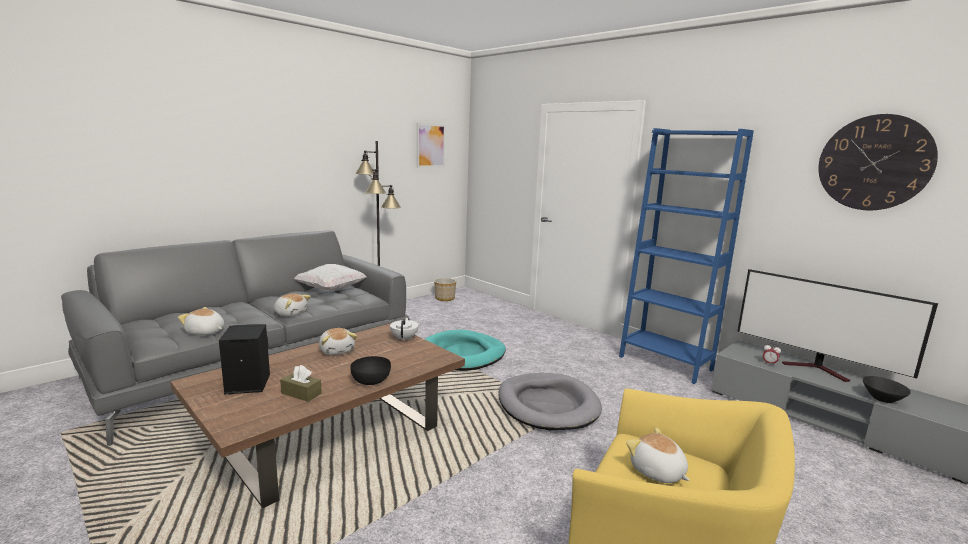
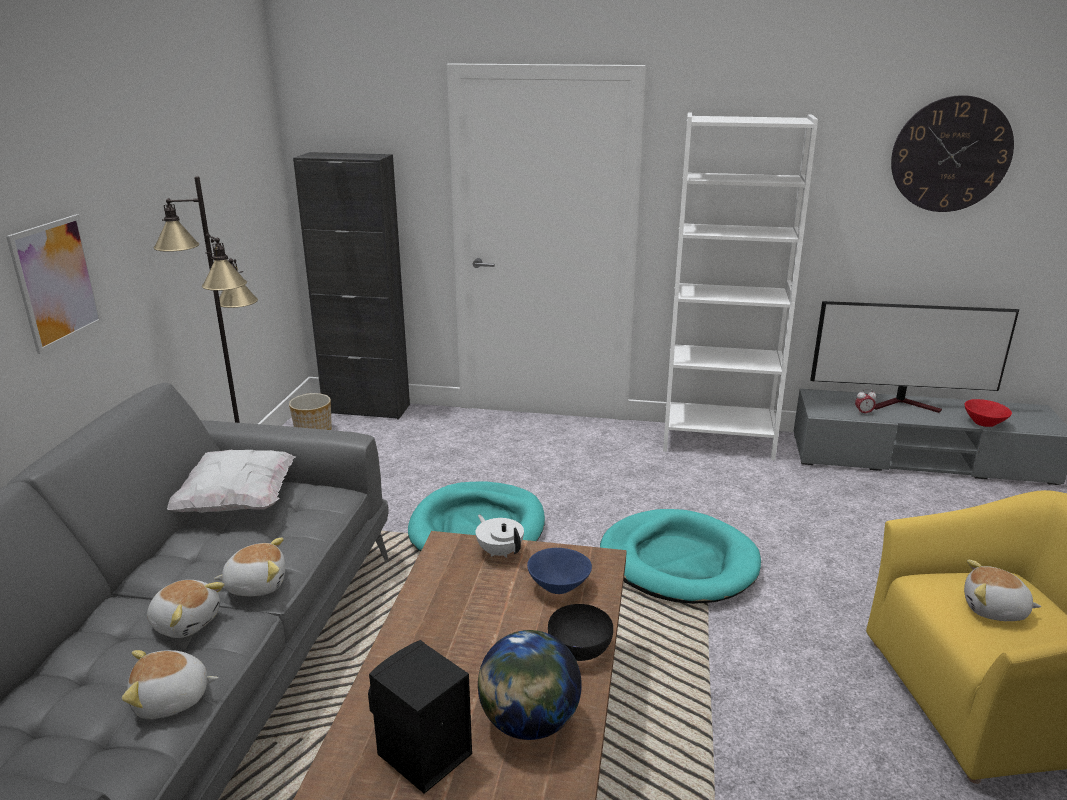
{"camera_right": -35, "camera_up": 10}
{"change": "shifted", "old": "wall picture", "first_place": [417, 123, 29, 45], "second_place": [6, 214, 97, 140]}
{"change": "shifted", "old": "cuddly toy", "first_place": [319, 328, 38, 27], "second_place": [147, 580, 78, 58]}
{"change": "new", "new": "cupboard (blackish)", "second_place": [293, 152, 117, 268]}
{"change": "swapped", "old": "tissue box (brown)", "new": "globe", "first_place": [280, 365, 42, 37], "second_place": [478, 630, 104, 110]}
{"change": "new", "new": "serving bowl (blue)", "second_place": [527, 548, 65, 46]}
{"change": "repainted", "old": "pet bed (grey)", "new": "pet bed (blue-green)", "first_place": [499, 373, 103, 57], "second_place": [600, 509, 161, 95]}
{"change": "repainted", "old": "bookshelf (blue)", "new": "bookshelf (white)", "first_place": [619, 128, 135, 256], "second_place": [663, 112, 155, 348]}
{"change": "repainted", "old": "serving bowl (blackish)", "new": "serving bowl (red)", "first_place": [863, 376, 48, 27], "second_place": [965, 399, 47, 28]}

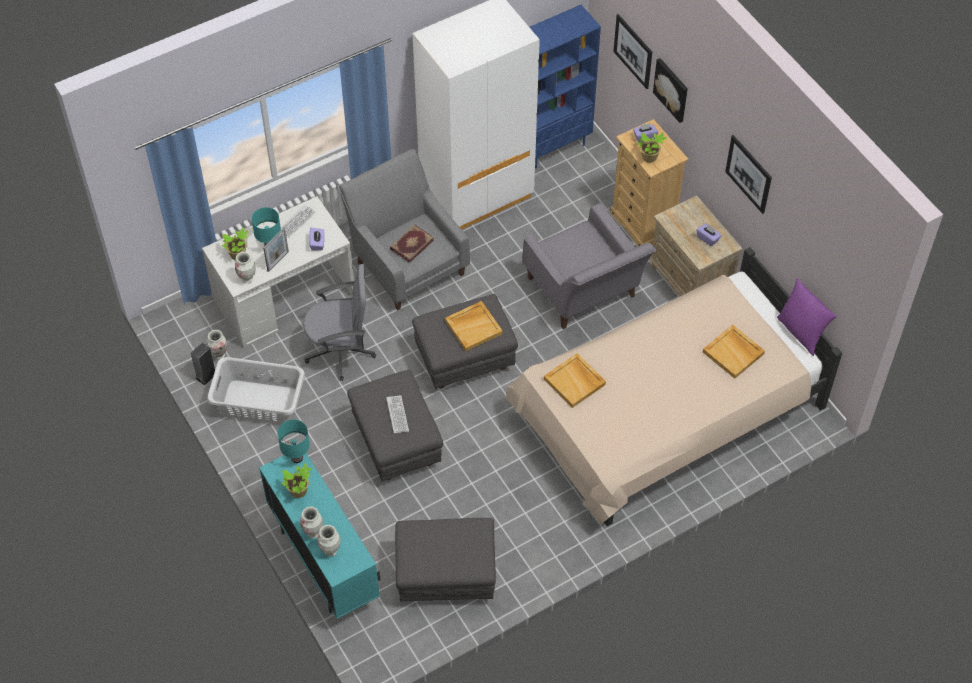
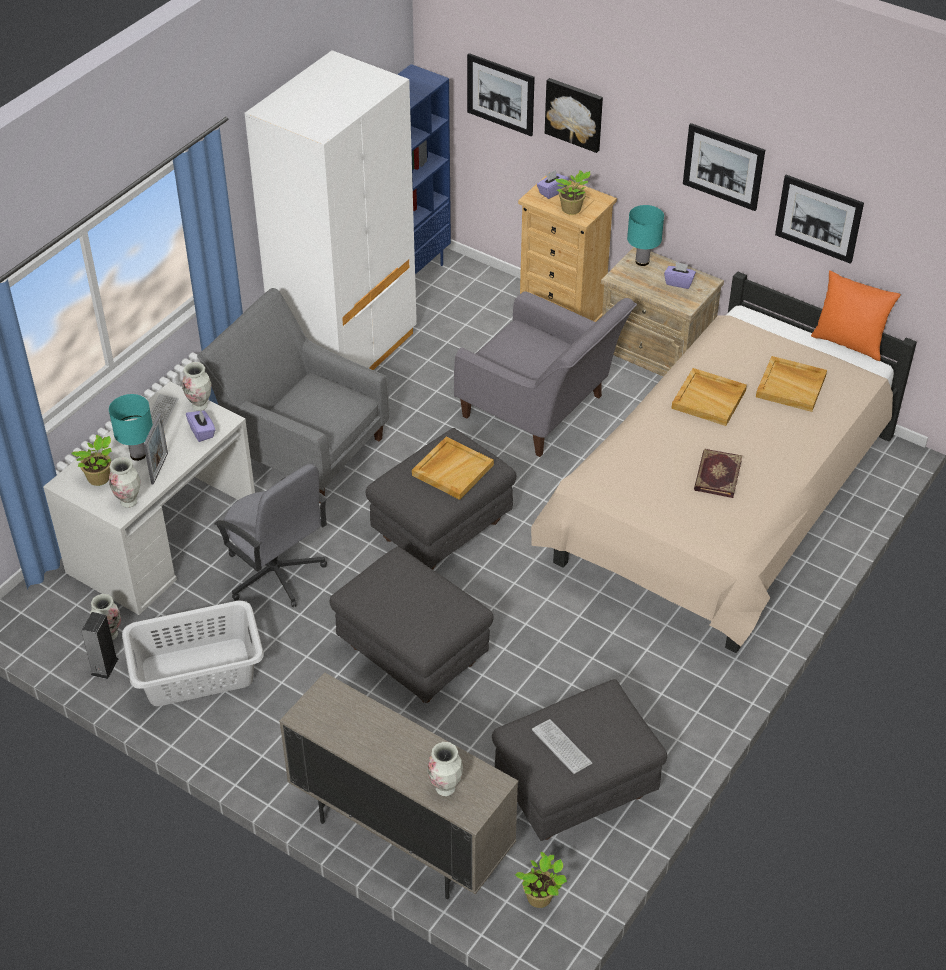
{"camera_right": -25, "camera_up": -10}
{"change": "shifted", "old": "flower vase", "first_place": [300, 507, 23, 31], "second_place": [182, 362, 29, 49]}
{"change": "rotated", "old": "desk chair (grey)", "first_place": [303, 264, 73, 117], "second_place": [214, 464, 113, 143], "degrees": 75}
{"change": "repainted", "old": "cupboard (blue-green)", "new": "cupboard (beige-coloured)", "first_place": [259, 453, 121, 166], "second_place": [279, 672, 239, 227]}
{"change": "shifted", "old": "houseplant", "first_place": [282, 463, 30, 35], "second_place": [515, 852, 52, 56]}
{"change": "shifted", "old": "keyboard", "first_place": [386, 395, 23, 39], "second_place": [532, 719, 61, 55]}
{"change": "shifted", "old": "lamp for a table (blue-green)", "first_place": [277, 420, 33, 43], "second_place": [627, 205, 37, 61]}
{"change": "shifted", "old": "carrying tray (beige-coloured)", "first_place": [544, 353, 62, 55], "second_place": [671, 368, 76, 58]}
{"change": "shifted", "old": "volume", "first_place": [390, 225, 44, 38], "second_place": [694, 449, 48, 49]}
{"change": "new", "new": "wall picture", "second_place": [775, 175, 89, 89]}
{"change": "repainted", "old": "cushion (purple)", "new": "cushion (orangey)", "first_place": [777, 278, 60, 78], "second_place": [811, 270, 90, 91]}

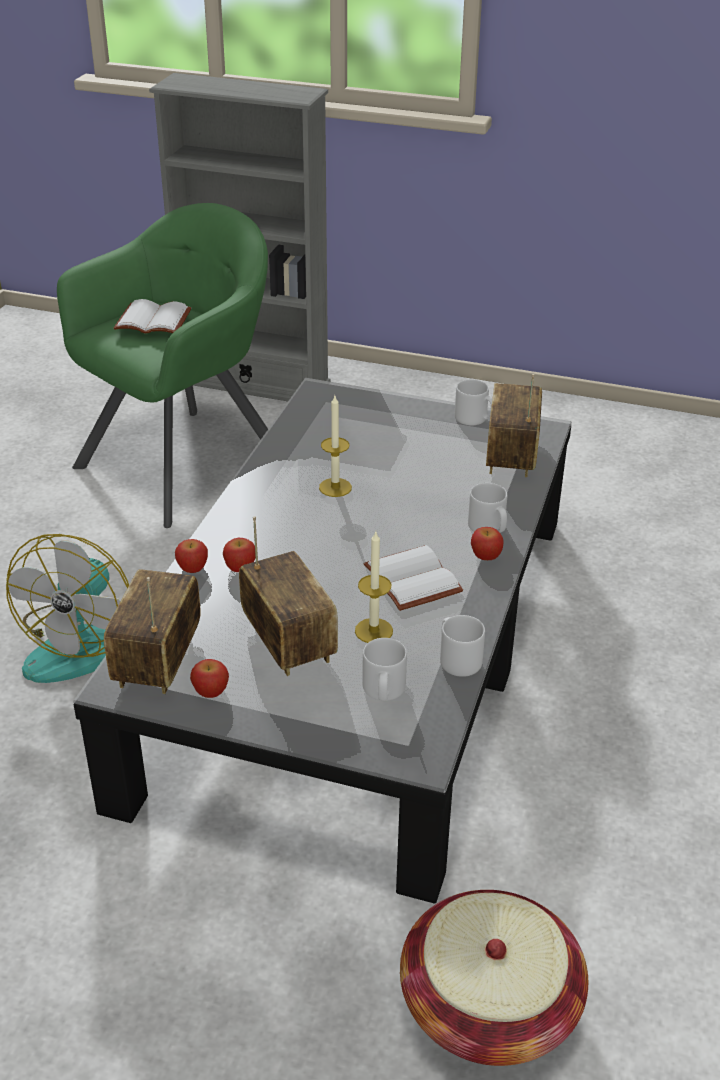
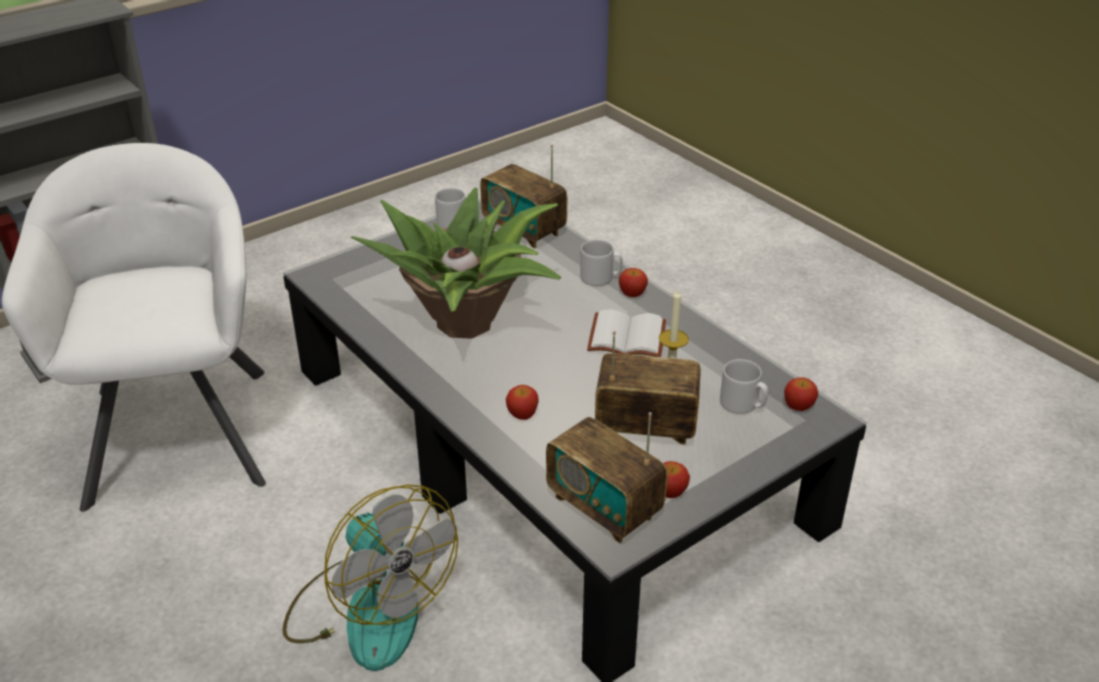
{"camera_right": -55, "camera_up": 0}
{"change": "repainted", "old": "armchair (green)", "new": "armchair (white)", "first_place": [57, 203, 211, 325], "second_place": [2, 143, 264, 369]}
{"change": "swapped", "old": "wax candle", "new": "houseplant", "first_place": [319, 396, 33, 101], "second_place": [351, 187, 210, 152]}
{"change": "shifted", "old": "whole apple", "first_place": [175, 539, 33, 34], "second_place": [784, 377, 34, 34]}
{"change": "gone", "old": "volume (white)", "first_place": [114, 299, 77, 35]}
{"change": "gone", "old": "household basket", "first_place": [400, 890, 188, 176]}
{"change": "gone", "old": "mug (grey)", "first_place": [440, 615, 45, 62]}

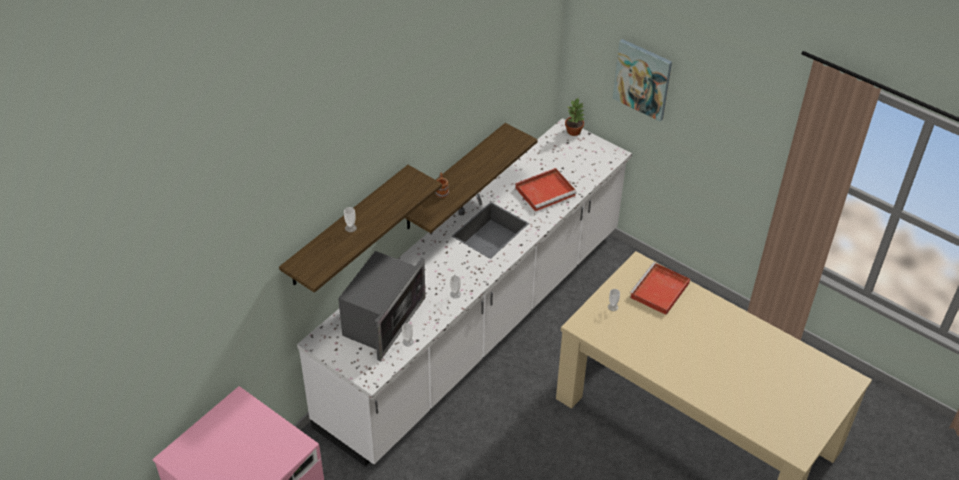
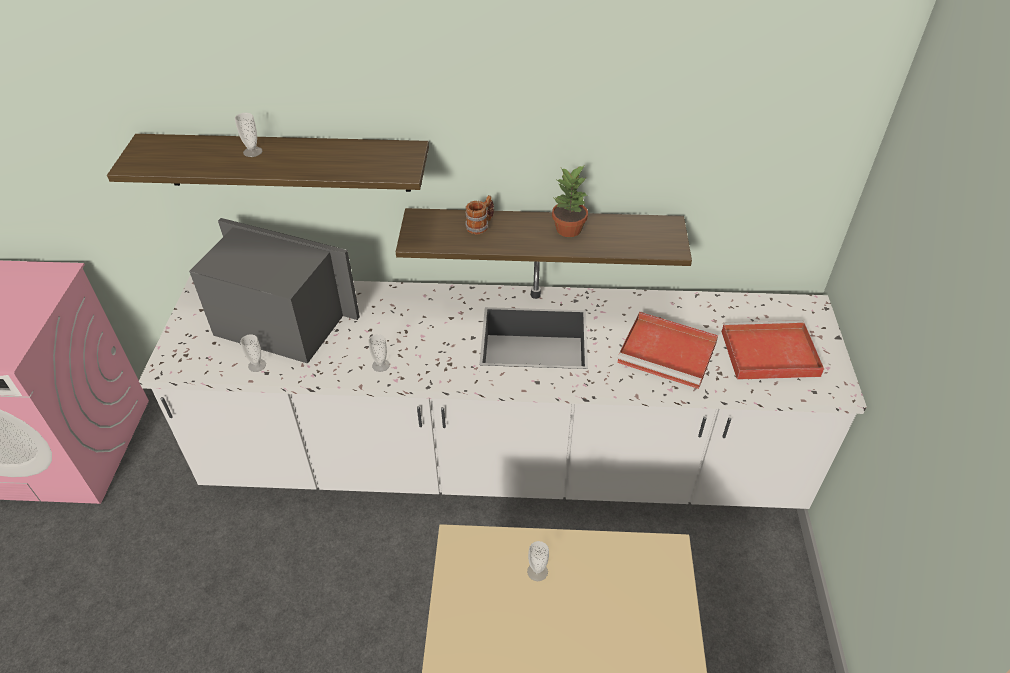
{"camera_right": 55, "camera_up": 0}
{"change": "rotated", "old": "microwave", "first_place": [338, 251, 88, 110], "second_place": [189, 218, 171, 146], "degrees": -150}
{"change": "shifted", "old": "houseplant", "first_place": [565, 98, 19, 38], "second_place": [552, 166, 36, 71]}
{"change": "shifted", "old": "carrying tray (red)", "first_place": [629, 262, 61, 53], "second_place": [721, 320, 103, 60]}
{"change": "gone", "old": "wall picture", "first_place": [613, 39, 59, 83]}

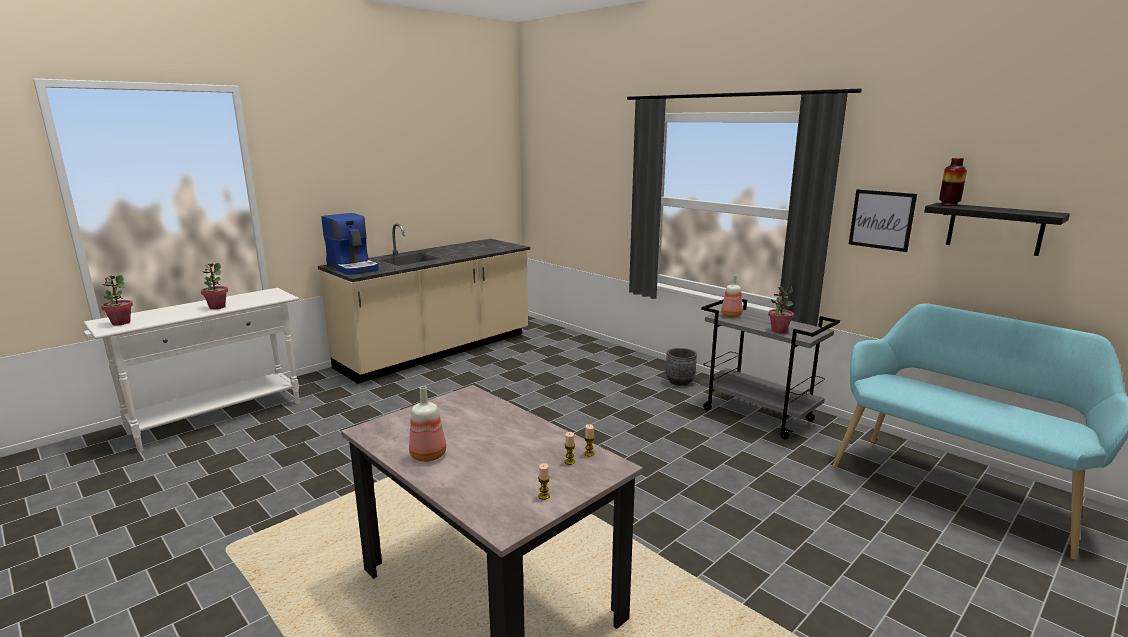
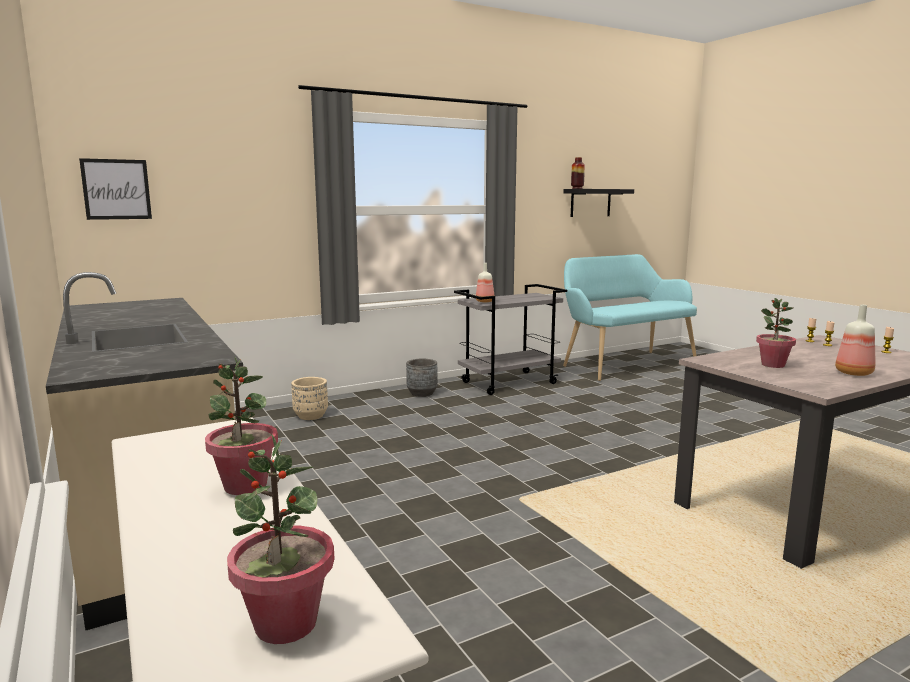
{"camera_right": -75, "camera_up": -5}
{"change": "shifted", "old": "wall picture", "first_place": [849, 189, 68, 63], "second_place": [79, 158, 73, 62]}
{"change": "new", "new": "planter (beige-coloured)", "second_place": [291, 377, 37, 43]}
{"change": "shifted", "old": "houseplant", "first_place": [768, 286, 26, 47], "second_place": [756, 298, 40, 70]}
{"change": "gone", "old": "coffee machine", "first_place": [321, 213, 58, 62]}

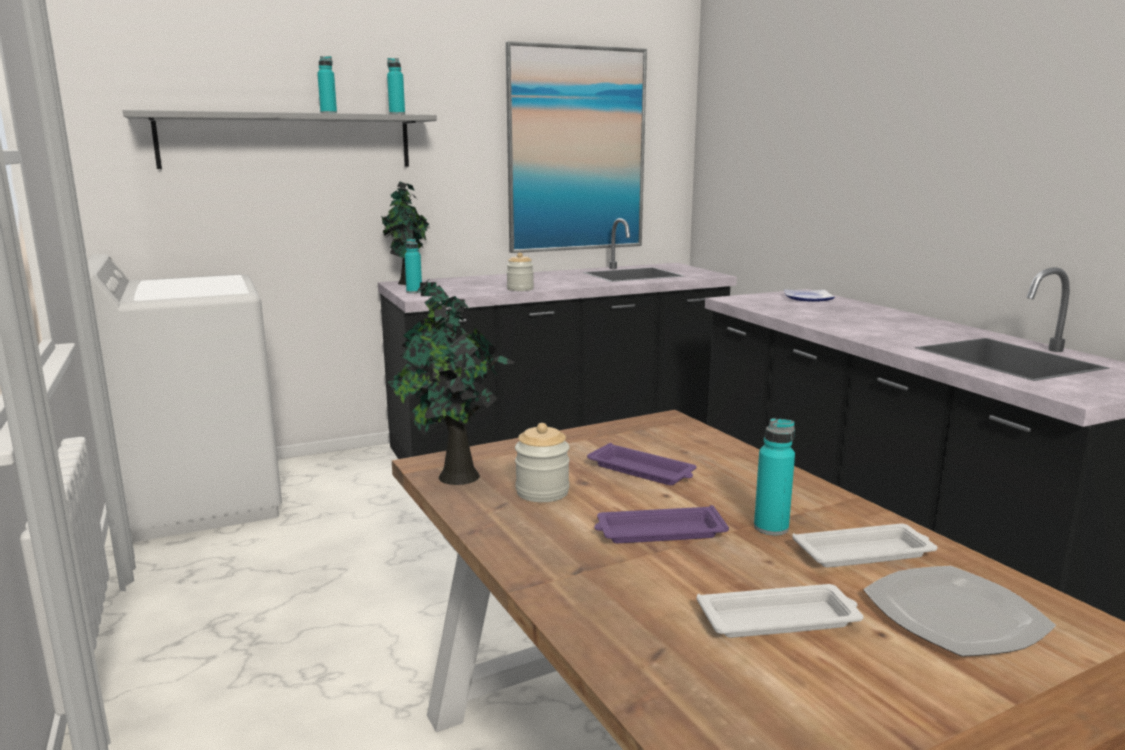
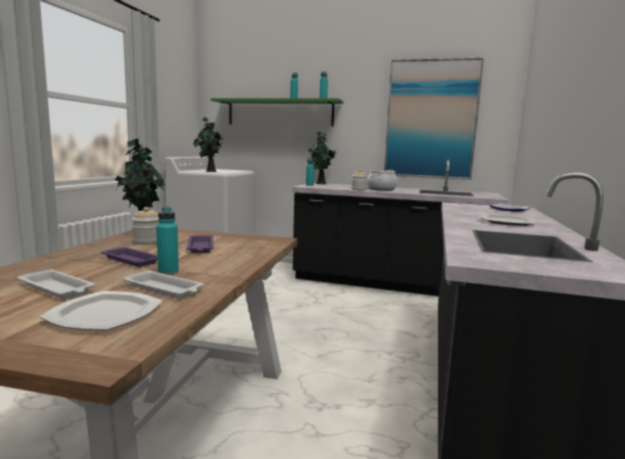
{"camera_right": 40, "camera_up": -5}
{"change": "new", "new": "houseplant", "second_place": [193, 117, 31, 55]}
{"change": "repainted", "old": "bracket shelf (grey)", "new": "bracket shelf (green)", "first_place": [123, 110, 314, 59], "second_place": [211, 98, 132, 28]}
{"change": "new", "new": "cooking pot", "second_place": [367, 170, 30, 21]}
{"change": "new", "new": "plate", "second_place": [480, 214, 57, 12]}

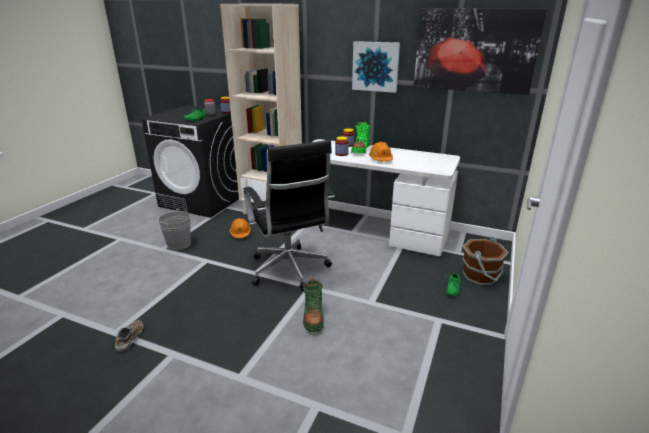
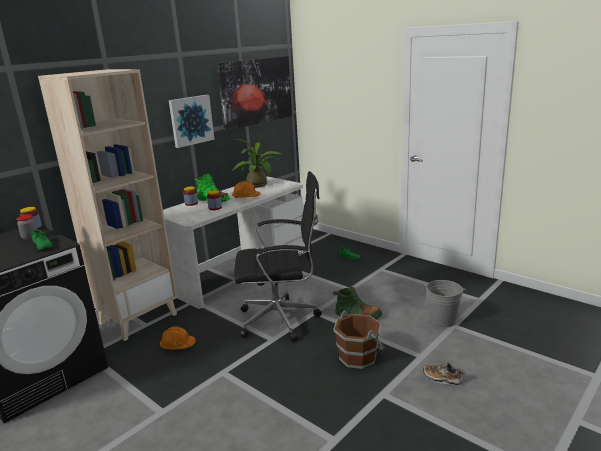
{"camera_right": -70, "camera_up": -5}
{"change": "new", "new": "houseplant", "second_place": [232, 139, 50, 49]}
{"change": "shifted", "old": "water bucket (brown)", "first_place": [463, 236, 45, 49], "second_place": [333, 311, 52, 58]}
{"change": "shifted", "old": "water bucket (grey)", "first_place": [158, 209, 33, 42], "second_place": [423, 280, 43, 47]}
{"change": "shifted", "old": "item of footwear", "first_place": [115, 320, 29, 31], "second_place": [423, 362, 41, 24]}

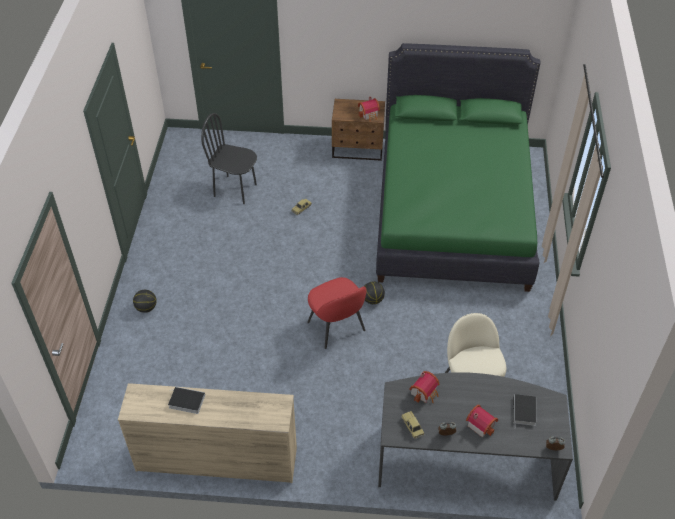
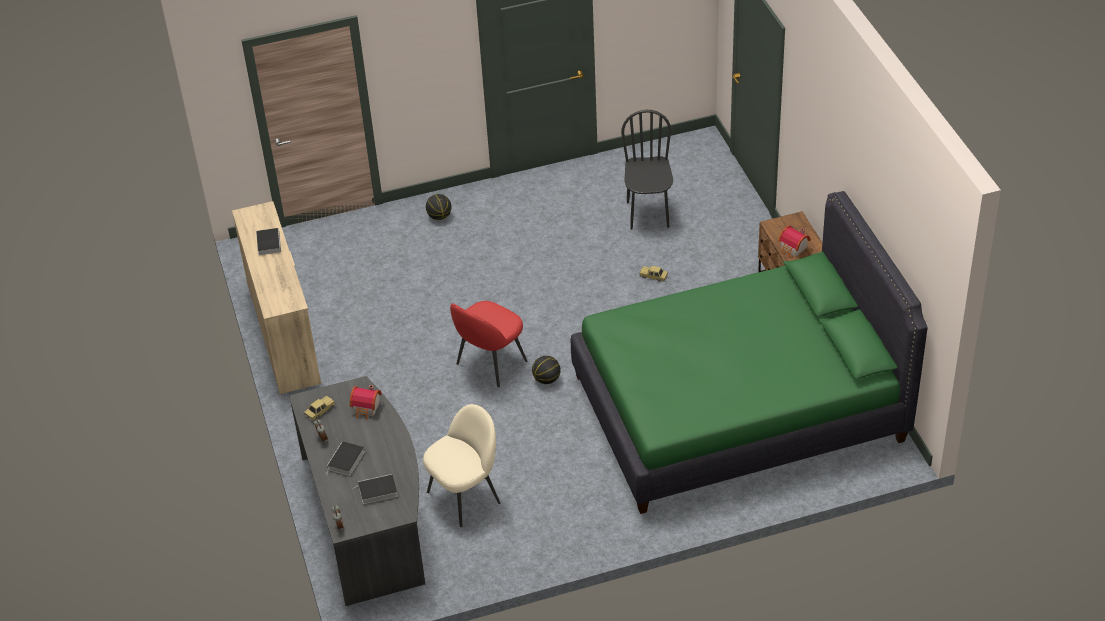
{"camera_right": 70, "camera_up": -5}
{"change": "swapped", "old": "toy house", "new": "volume", "first_place": [466, 405, 32, 33], "second_place": [326, 441, 39, 35]}

